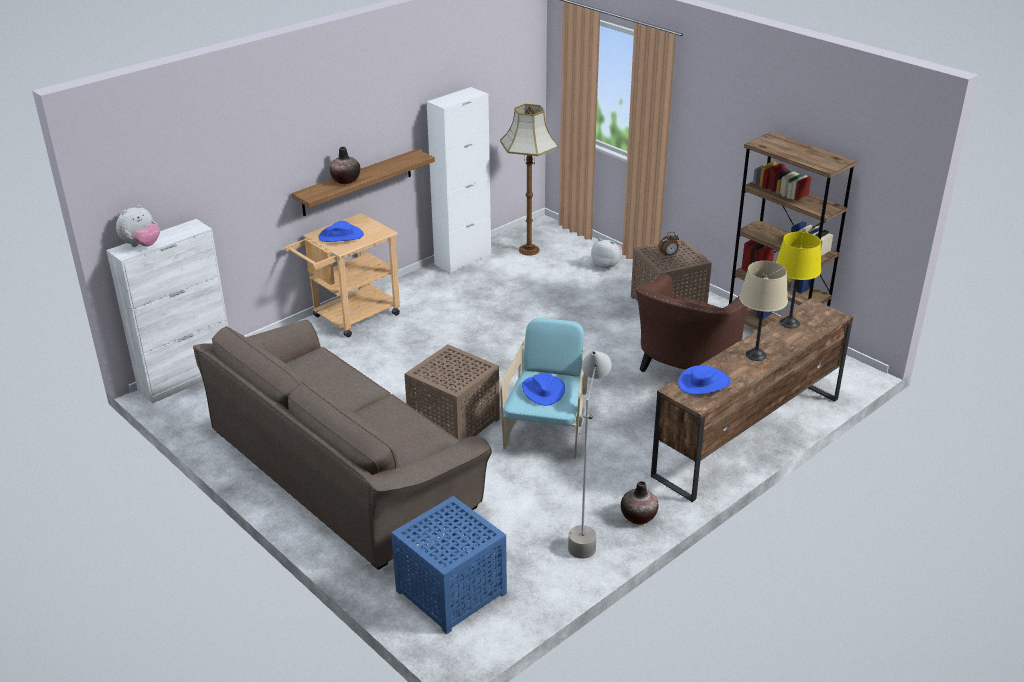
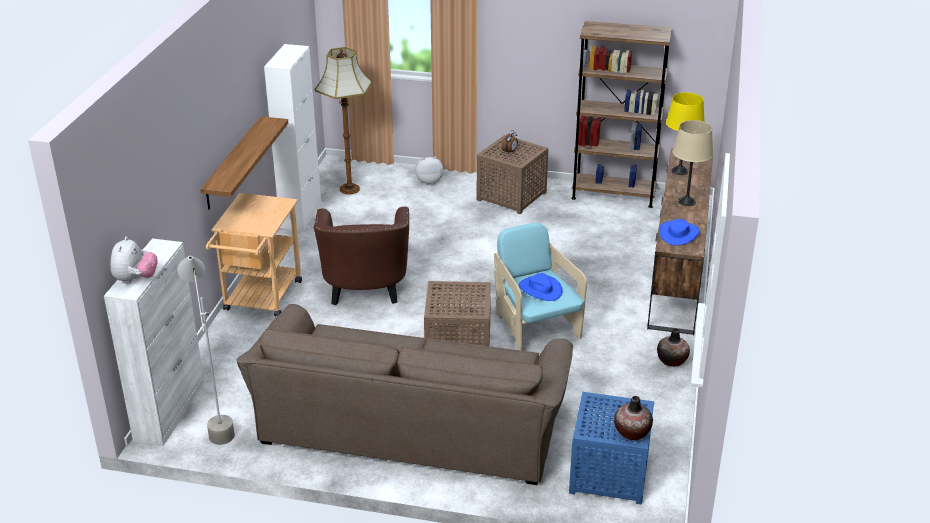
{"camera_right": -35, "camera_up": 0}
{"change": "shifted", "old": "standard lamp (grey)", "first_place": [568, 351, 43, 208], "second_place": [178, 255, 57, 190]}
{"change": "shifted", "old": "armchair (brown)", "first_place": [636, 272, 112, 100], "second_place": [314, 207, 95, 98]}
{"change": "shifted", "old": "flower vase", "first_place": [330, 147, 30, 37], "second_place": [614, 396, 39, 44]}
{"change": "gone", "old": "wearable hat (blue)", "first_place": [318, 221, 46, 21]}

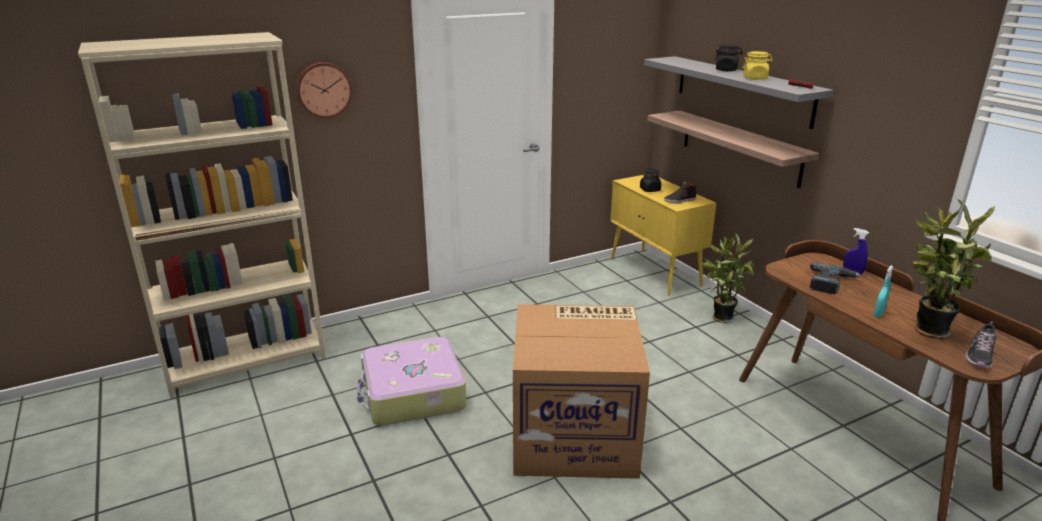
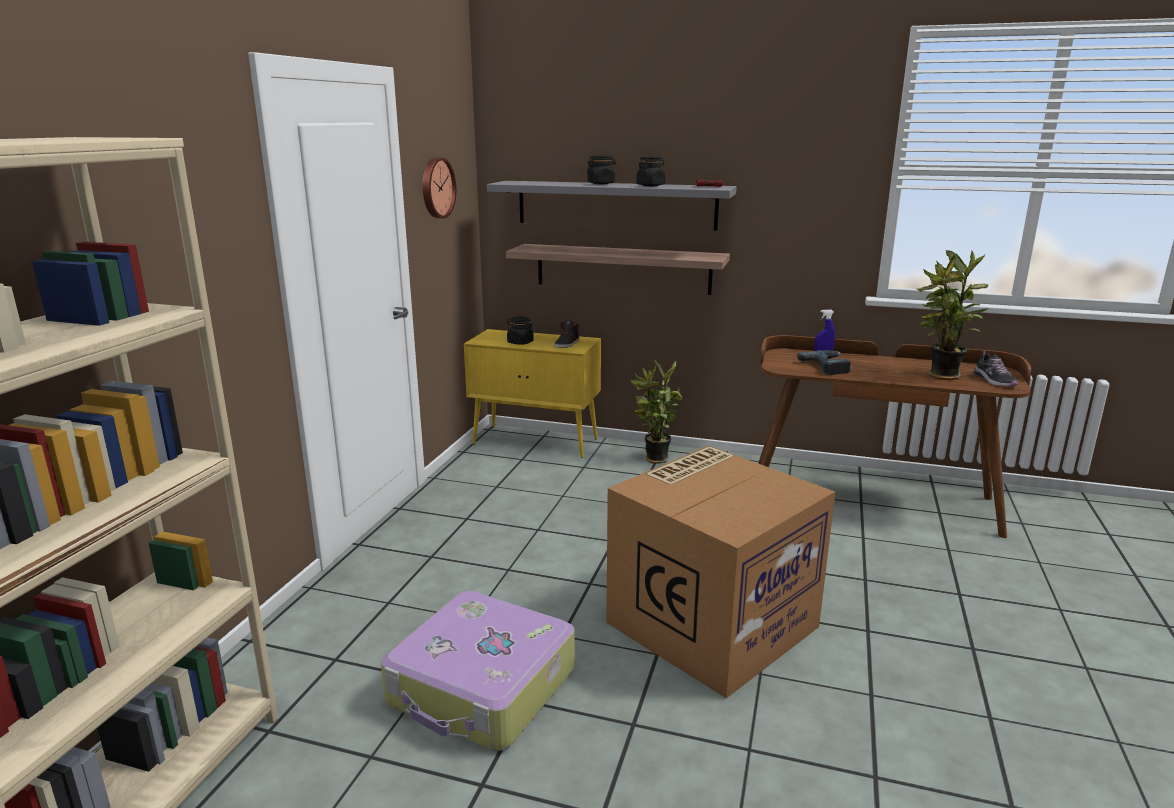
{"camera_right": -45, "camera_up": -5}
{"change": "shifted", "old": "clock on the wall", "first_place": [296, 62, 56, 56], "second_place": [423, 157, 33, 62]}
{"change": "repainted", "old": "jar (yellow-coloured)", "new": "jar (blackish)", "first_place": [742, 51, 31, 29], "second_place": [636, 156, 30, 30]}
{"change": "gone", "old": "sprayer (blue-green)", "first_place": [874, 266, 19, 51]}

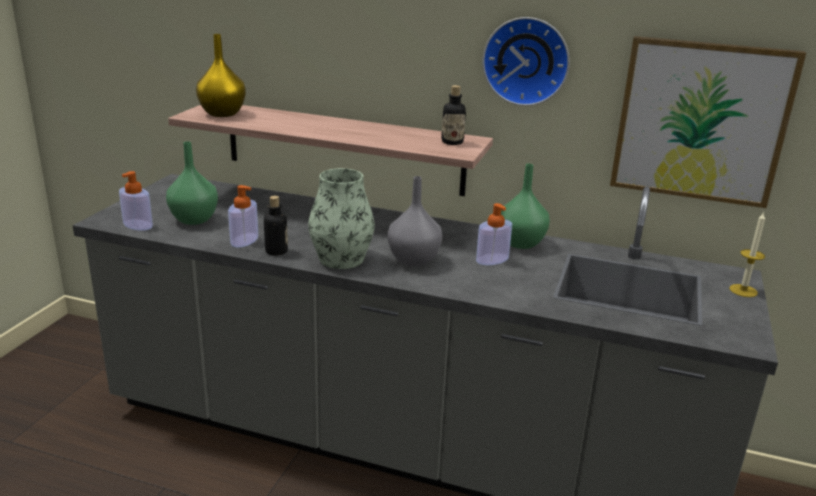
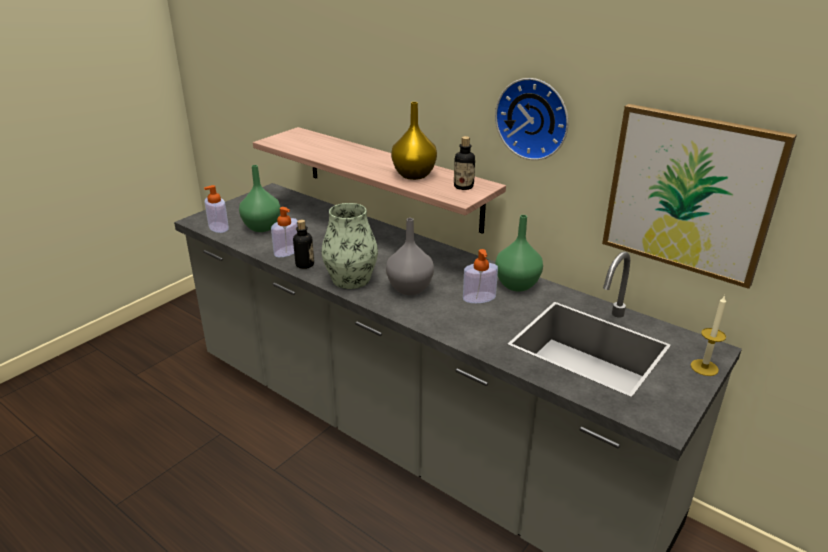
{"camera_right": 20, "camera_up": 5}
{"change": "shifted", "old": "flower vase (yellow-coloured)", "first_place": [196, 34, 50, 83], "second_place": [391, 102, 46, 78]}

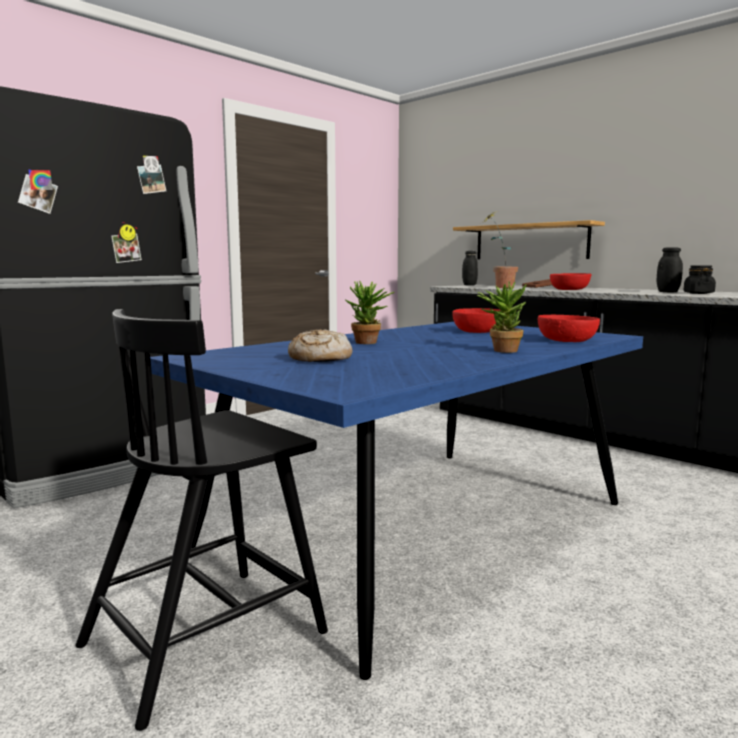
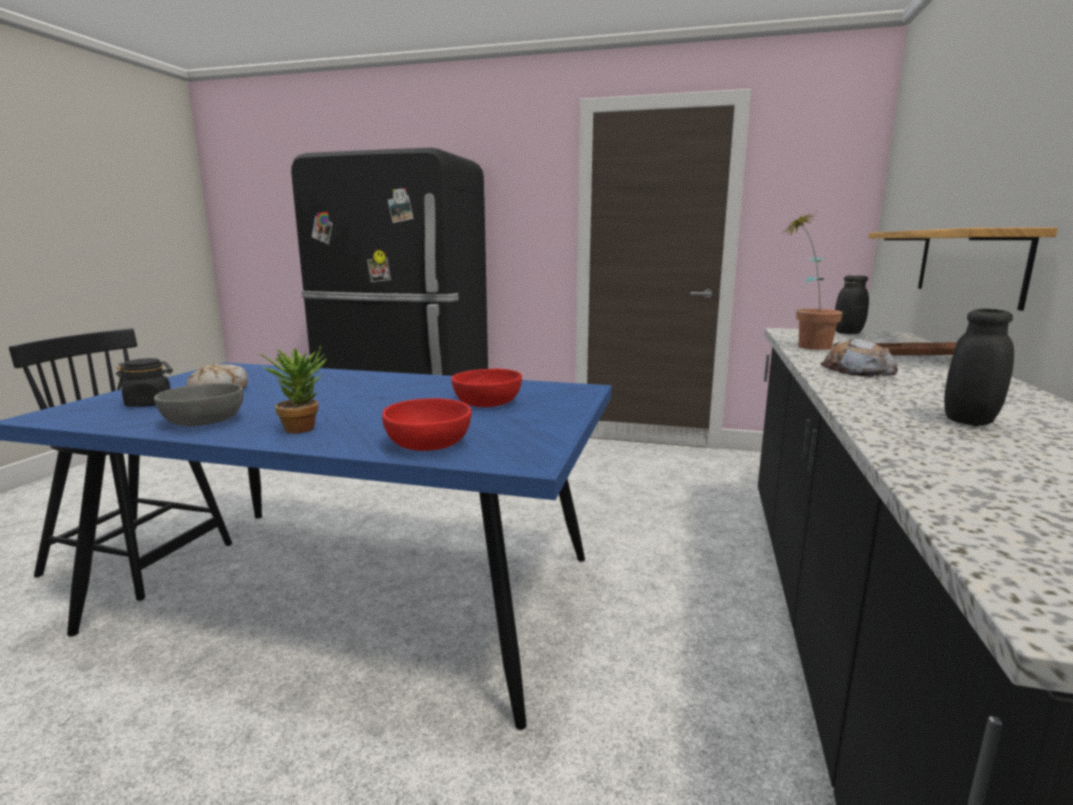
{"camera_right": 60, "camera_up": 5}
{"change": "shifted", "old": "jar (blackish)", "first_place": [683, 266, 33, 28], "second_place": [116, 358, 57, 49]}
{"change": "new", "new": "serving bowl (grey)", "second_place": [154, 383, 90, 43]}
{"change": "swapped", "old": "serving bowl (red)", "new": "bakery bread", "first_place": [550, 273, 41, 17], "second_place": [821, 338, 77, 39]}
{"change": "gone", "old": "houseplant", "first_place": [346, 281, 49, 63]}

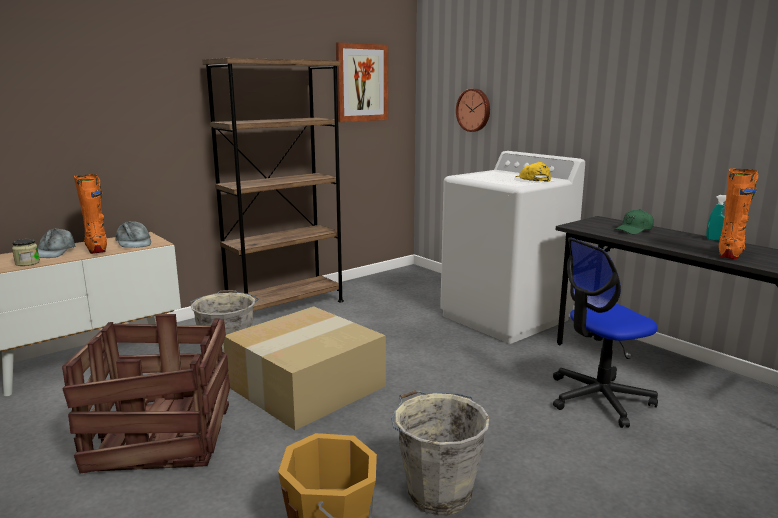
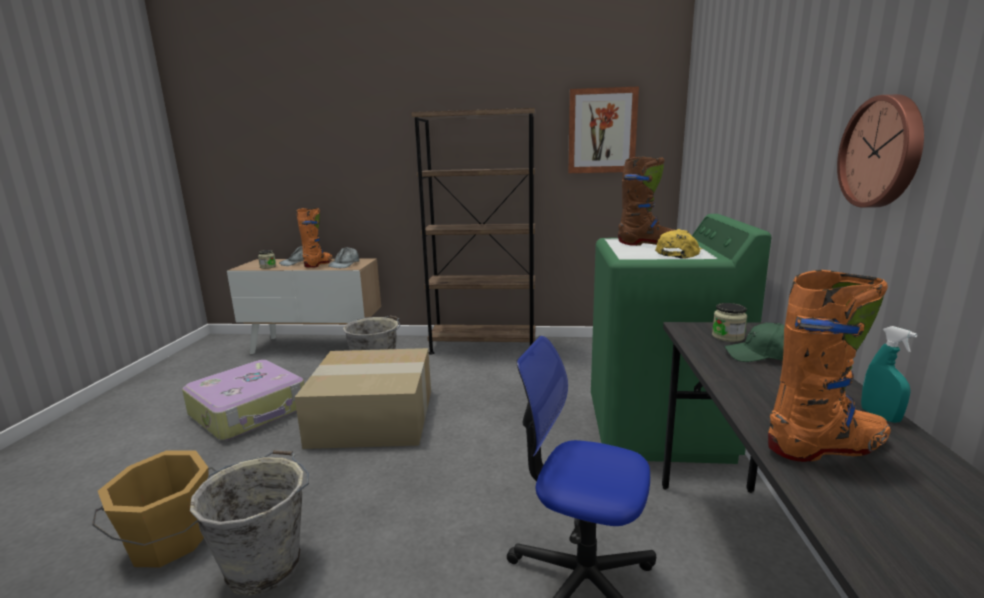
{"camera_right": 45, "camera_up": 0}
{"change": "swapped", "old": "crate", "new": "suitcase", "first_place": [62, 314, 168, 160], "second_place": [182, 360, 122, 80]}
{"change": "repainted", "old": "laundry machine (white)", "new": "laundry machine (green)", "first_place": [440, 151, 145, 193], "second_place": [591, 214, 181, 250]}
{"change": "new", "new": "high-top boot (brown)", "second_place": [618, 157, 56, 89]}
{"change": "new", "new": "jar", "second_place": [712, 303, 35, 39]}
{"change": "shifted", "old": "clock on the wall", "first_place": [456, 89, 34, 43], "second_place": [837, 94, 87, 114]}

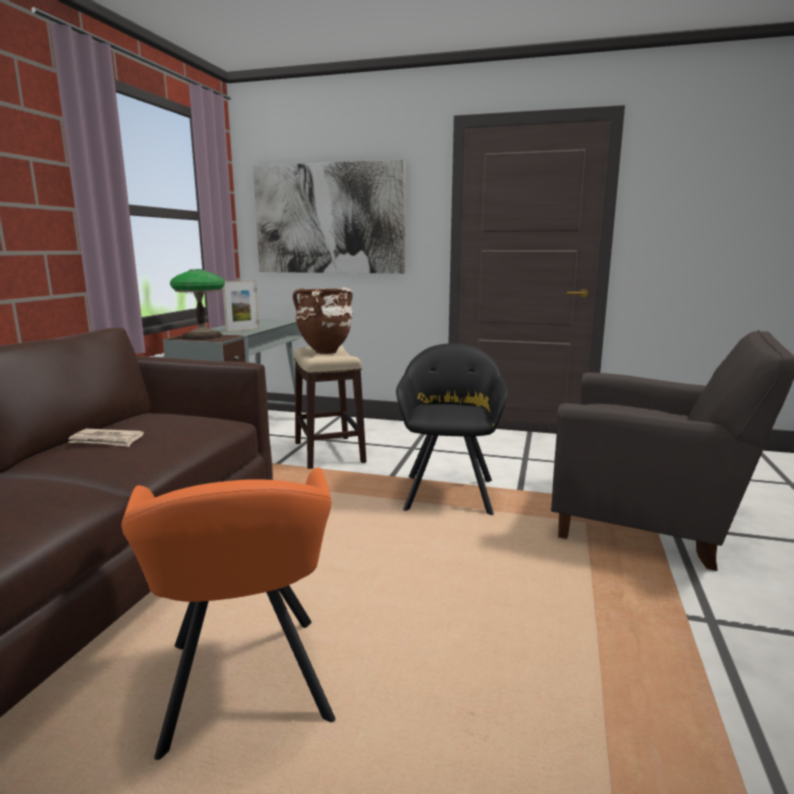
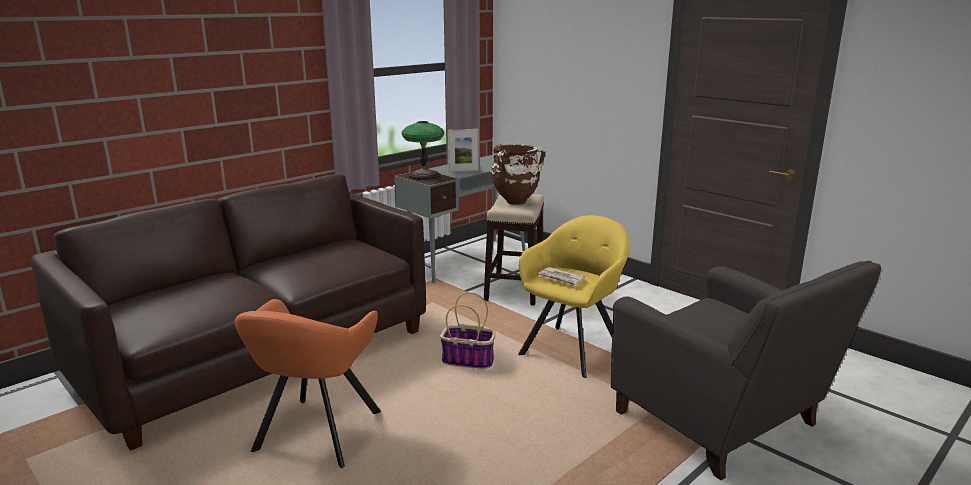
{"camera_right": 30, "camera_up": 5}
{"change": "new", "new": "household basket", "second_place": [440, 292, 55, 77]}
{"change": "repainted", "old": "armchair (blackish)", "new": "armchair (yellow-coloured)", "first_place": [396, 343, 112, 172], "second_place": [518, 215, 112, 163]}
{"change": "shifted", "old": "printed paper", "first_place": [67, 429, 77, 18], "second_place": [538, 267, 47, 20]}
{"change": "gone", "old": "wall picture", "first_place": [253, 159, 152, 115]}

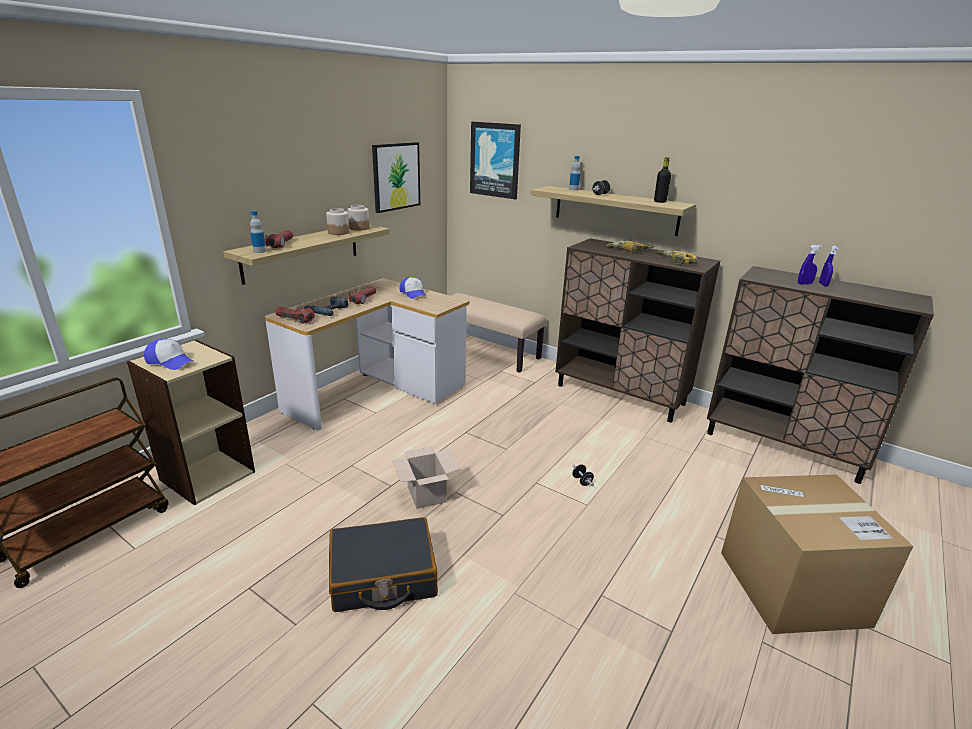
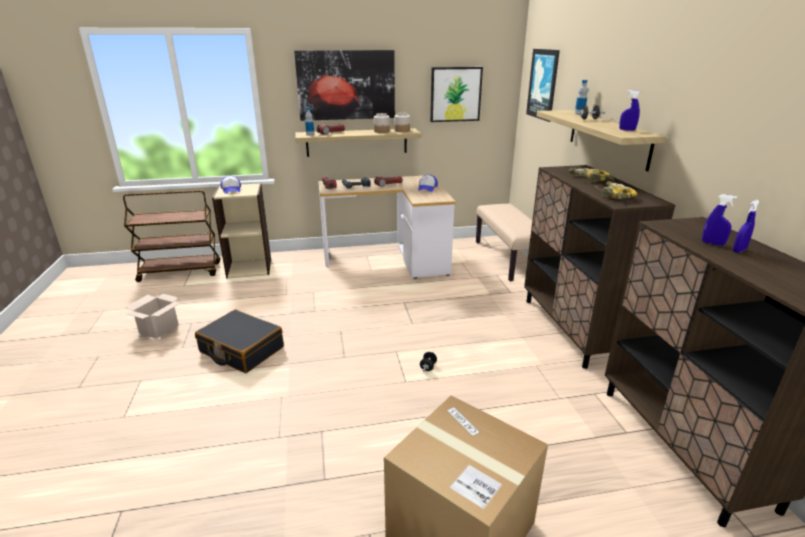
{"camera_right": 45, "camera_up": 0}
{"change": "shifted", "old": "carton", "first_place": [392, 447, 68, 62], "second_place": [124, 294, 57, 45]}
{"change": "new", "new": "wall picture", "second_place": [294, 50, 101, 71]}
{"change": "swapped", "old": "bottle (blackish)", "new": "sprayer (blue)", "first_place": [654, 157, 17, 46], "second_place": [619, 90, 21, 41]}

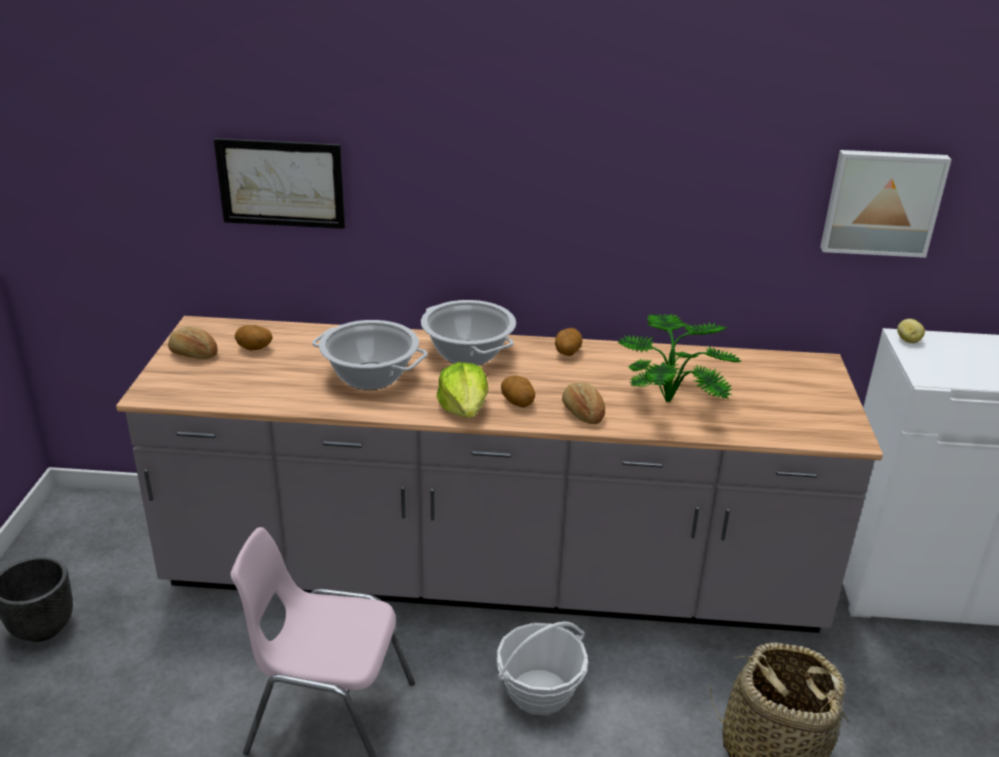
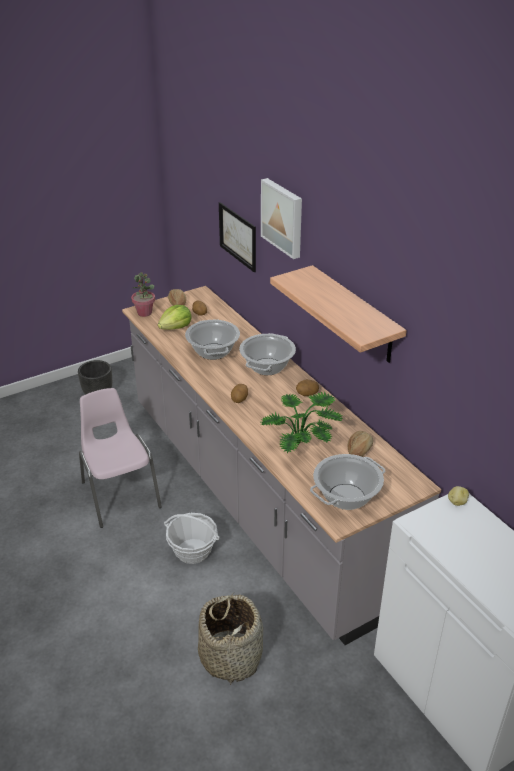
{"camera_right": 55, "camera_up": 5}
{"change": "new", "new": "houseplant", "second_place": [131, 272, 24, 45]}
{"change": "shifted", "old": "lettuce", "first_place": [437, 362, 51, 56], "second_place": [158, 305, 34, 25]}
{"change": "shifted", "old": "wall picture", "first_place": [820, 150, 132, 108], "second_place": [261, 178, 41, 81]}
{"change": "new", "new": "bracket shelf", "second_place": [270, 265, 137, 98]}
{"change": "new", "new": "cooking pot", "second_place": [310, 454, 75, 56]}
{"change": "shifted", "old": "bakery bread", "first_place": [562, 383, 43, 41], "second_place": [348, 431, 25, 26]}

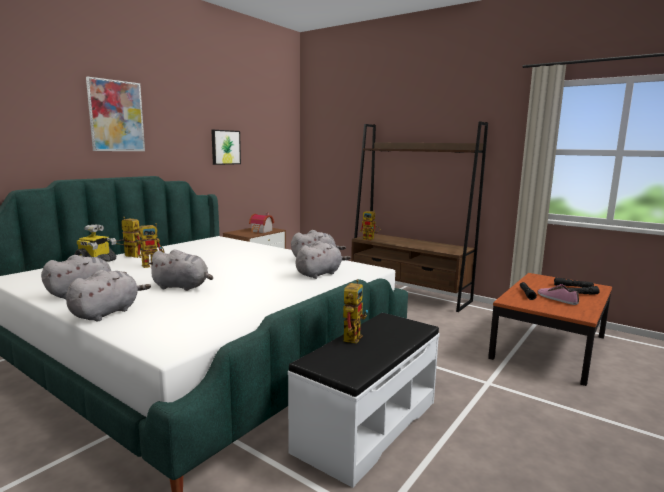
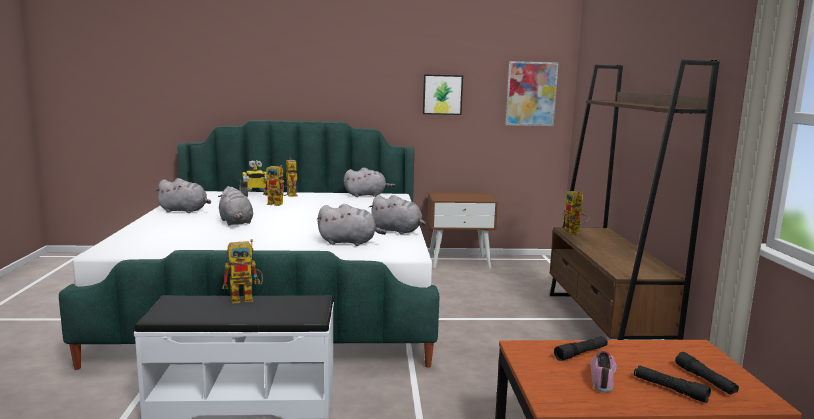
{"camera_right": 50, "camera_up": 0}
{"change": "shifted", "old": "cuddly toy (grey)", "first_place": [66, 270, 85, 51], "second_place": [344, 168, 51, 29]}
{"change": "shifted", "old": "wall picture", "first_place": [86, 76, 59, 75], "second_place": [506, 61, 53, 65]}
{"change": "gone", "old": "toy house", "first_place": [249, 213, 25, 20]}

